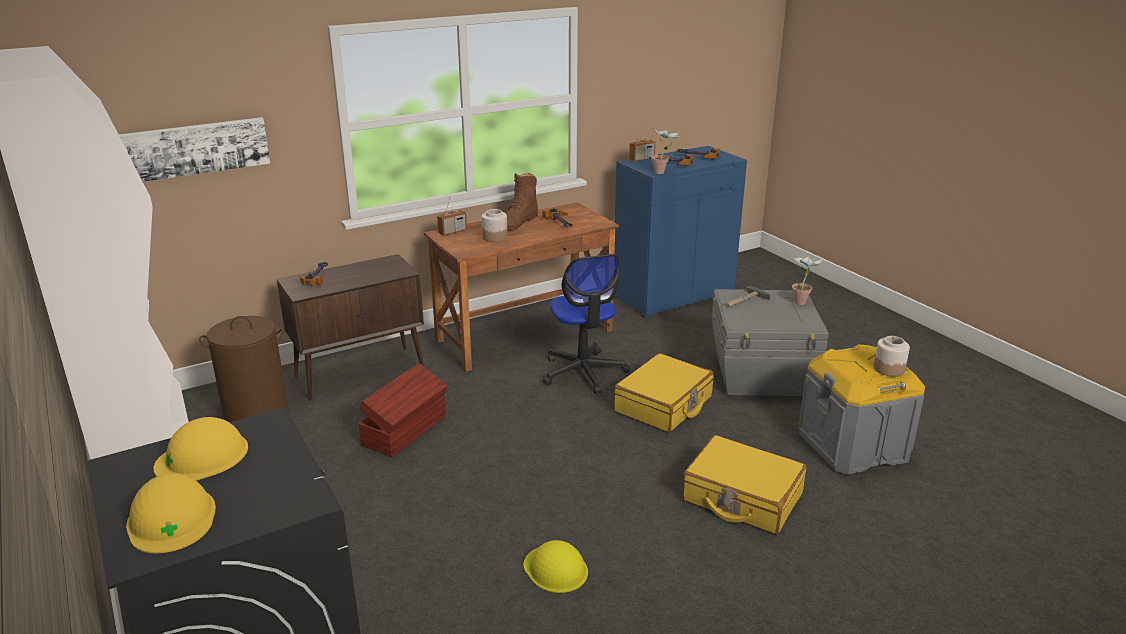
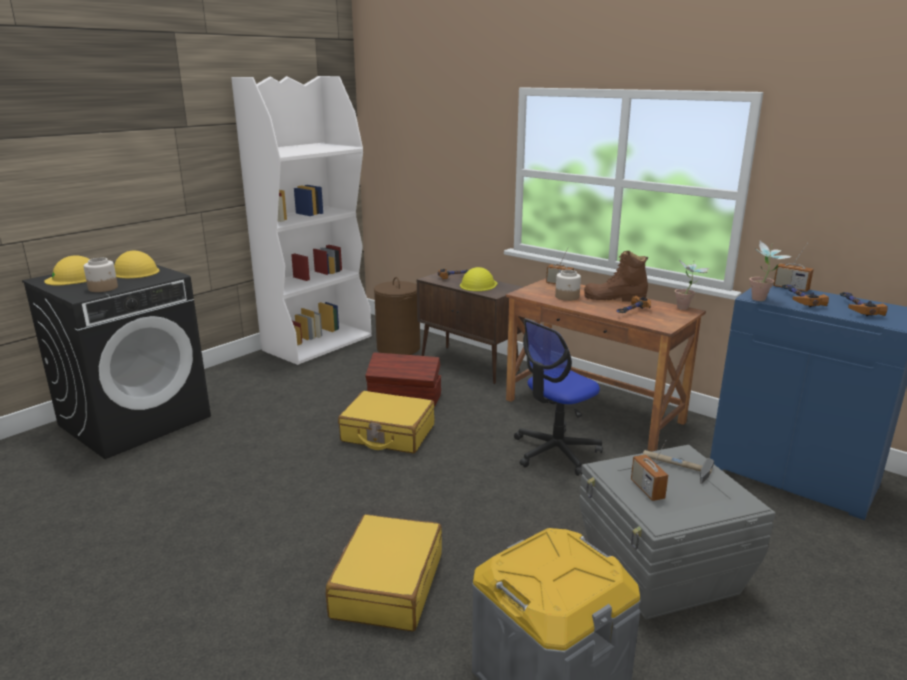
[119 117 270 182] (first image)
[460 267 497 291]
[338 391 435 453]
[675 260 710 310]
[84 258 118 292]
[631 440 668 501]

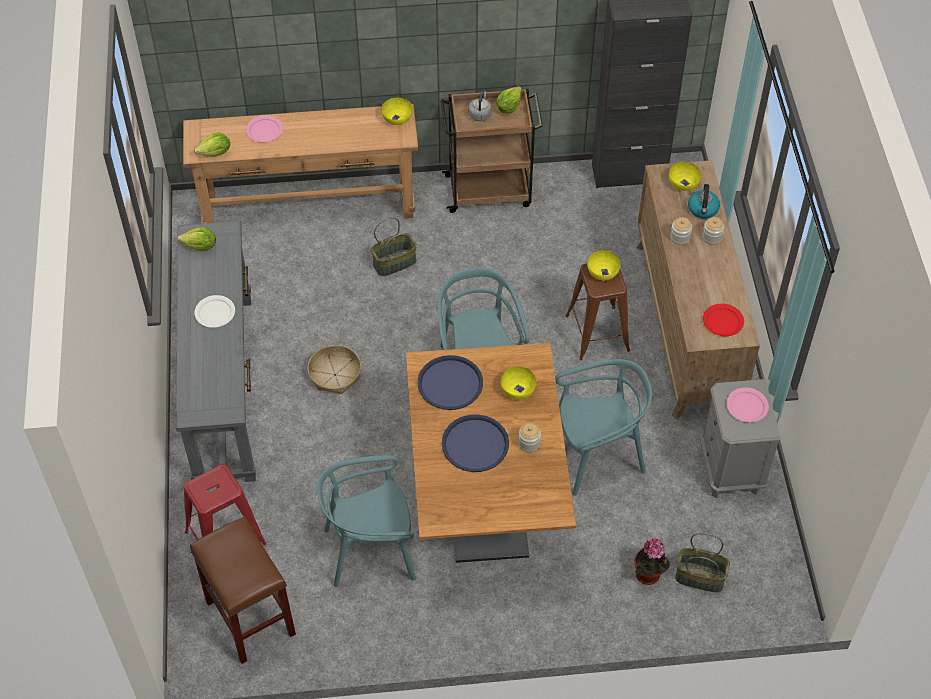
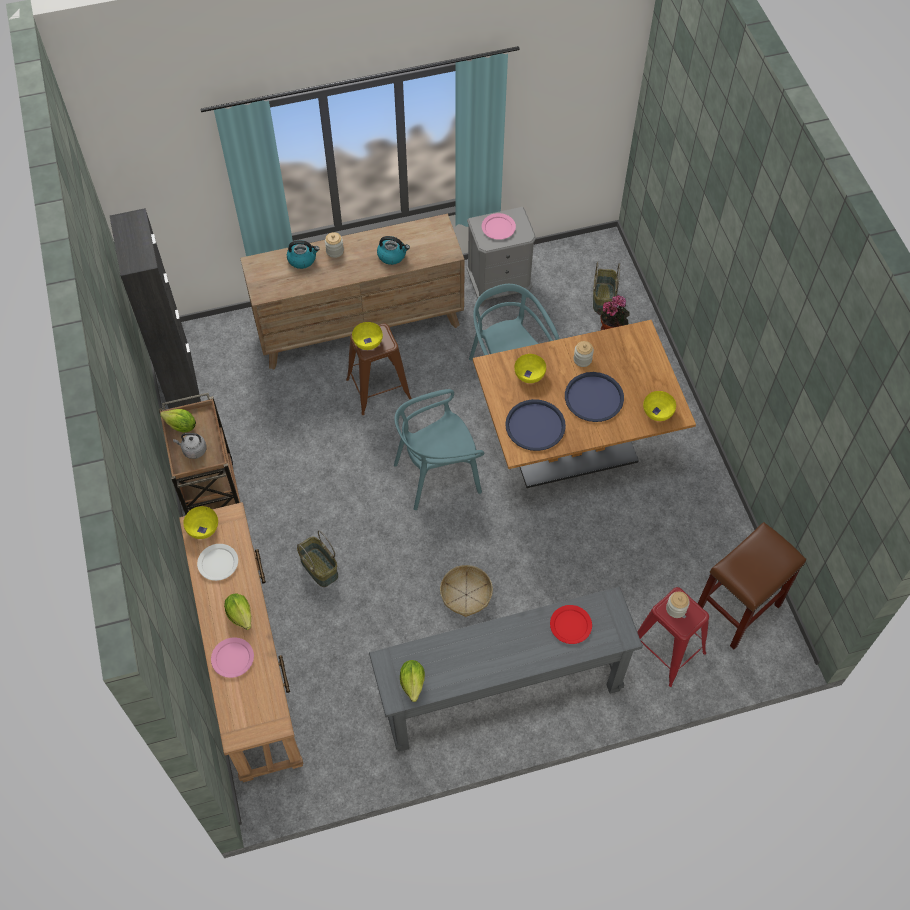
[224 593 251 630]
[197 544 238 581]
[317 455 416 587] (first image)
[643 391 676 421]
[666 591 690 618]
[550 605 592 644]
[377 236 410 265]

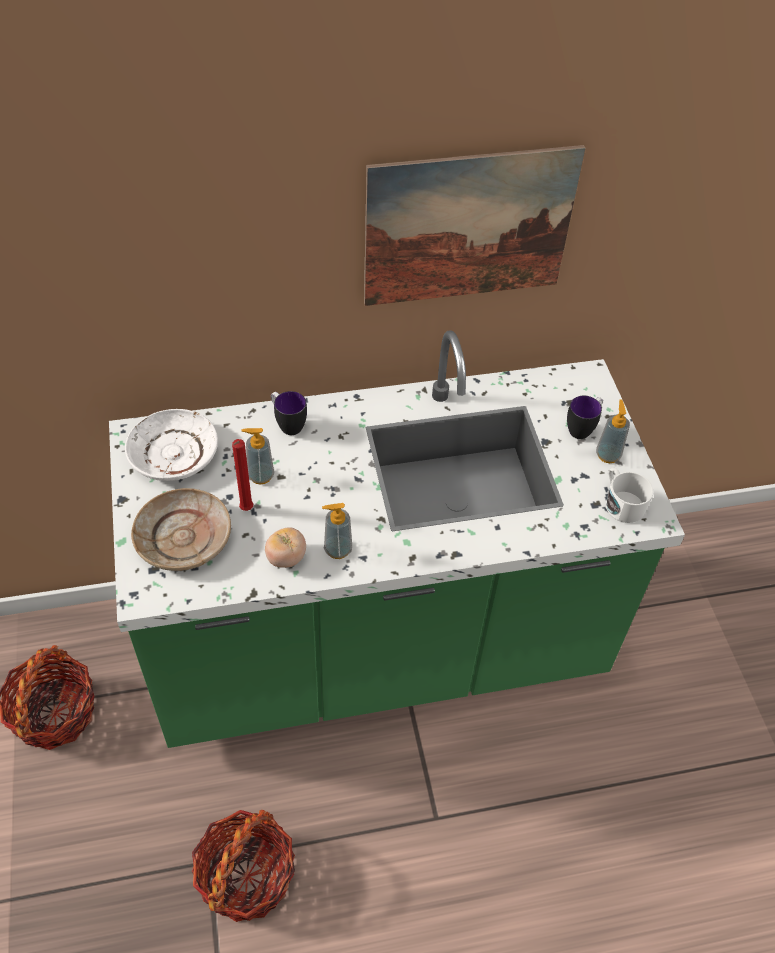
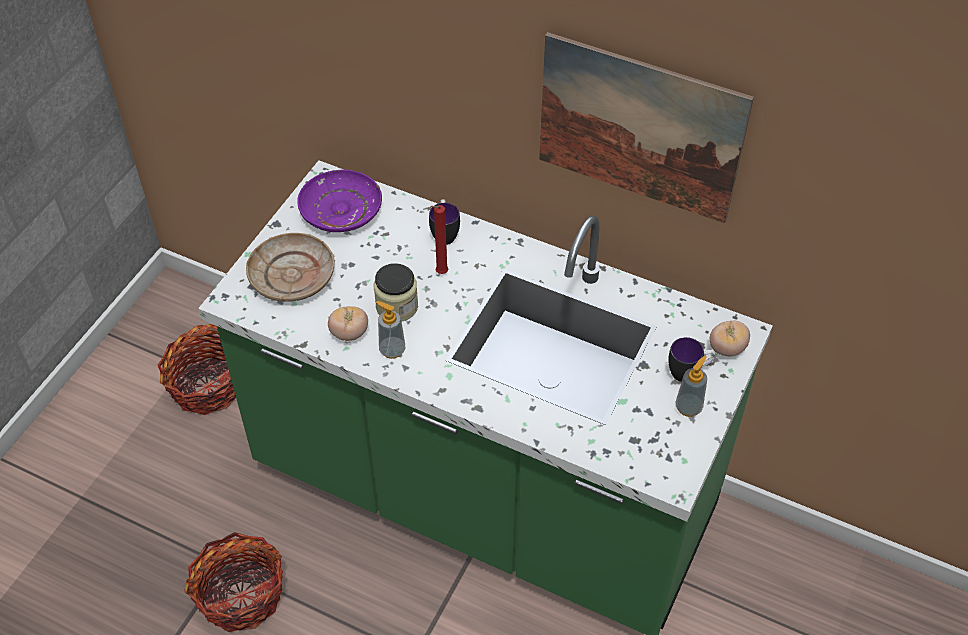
[297 170 382 232]
[430 205 448 274]
[242 428 274 485] (first image)
[606 468 654 523] (first image)
[374 263 418 322]
[710 321 750 356]

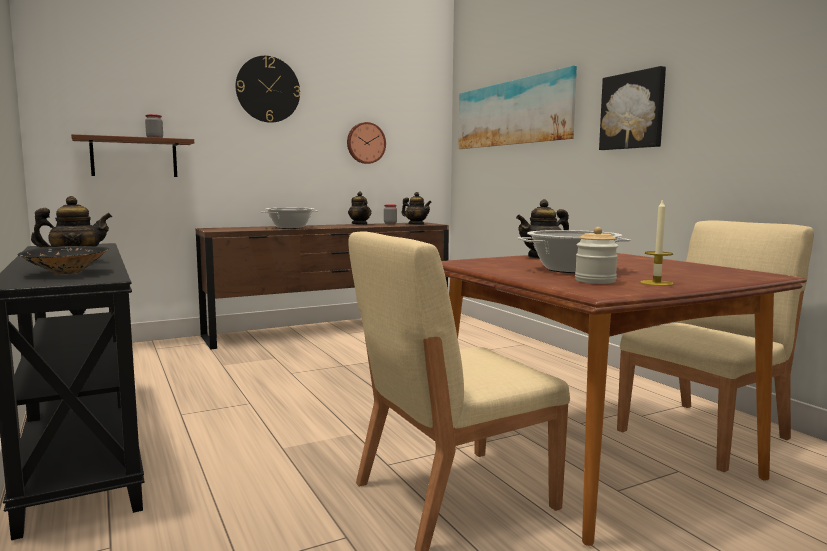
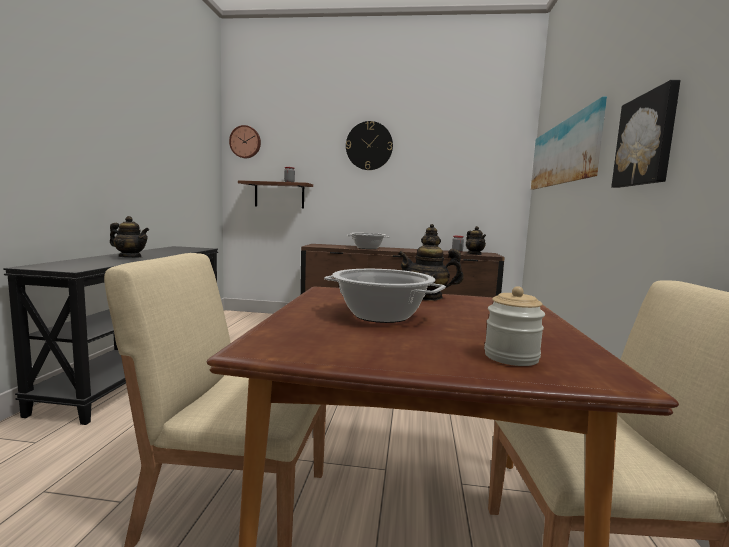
[17 246 109 274] (first image)
[229 125 261 158]
[484 286 545 366]
[640 198 674 286] (first image)

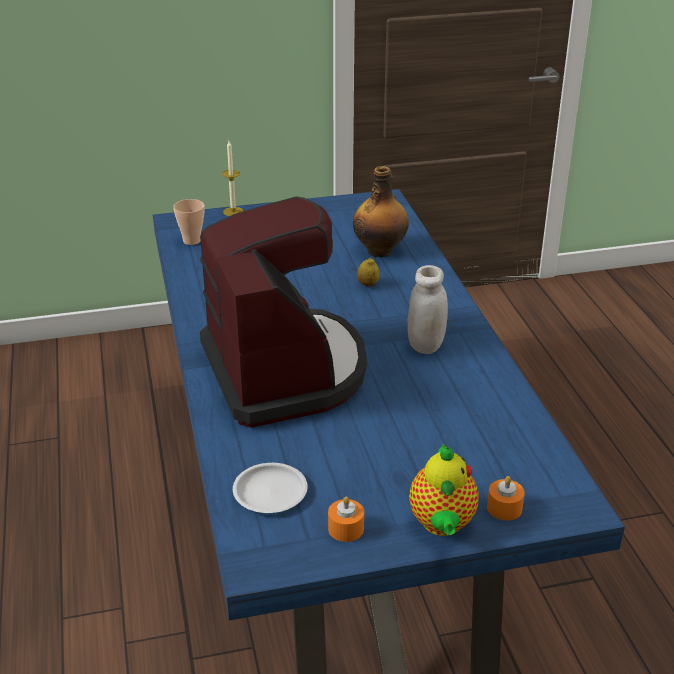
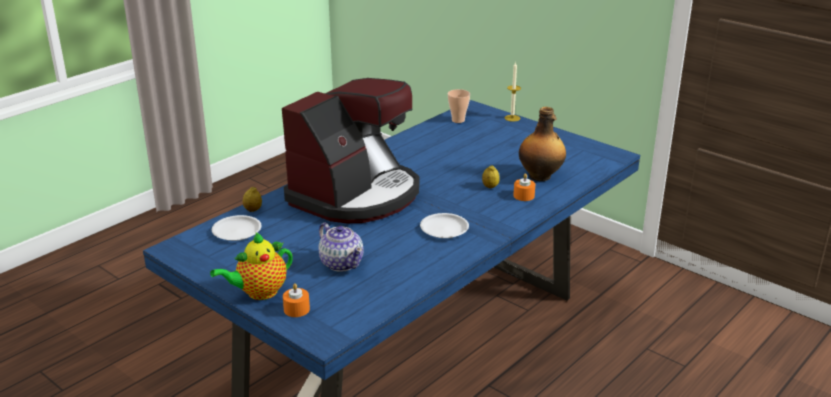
[513 173 535 201]
[420 213 469 238]
[243 187 262 212]
[319 223 363 272]

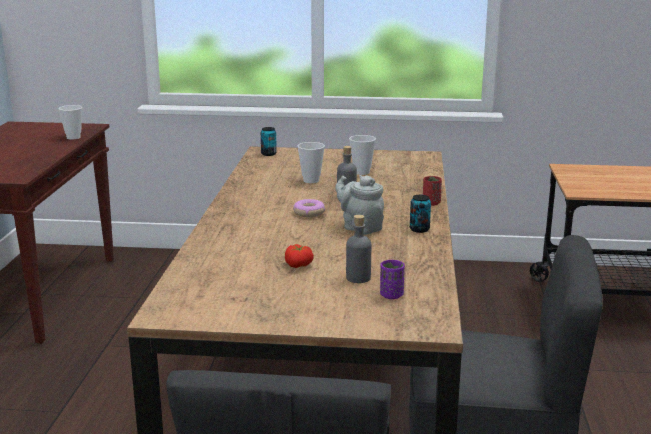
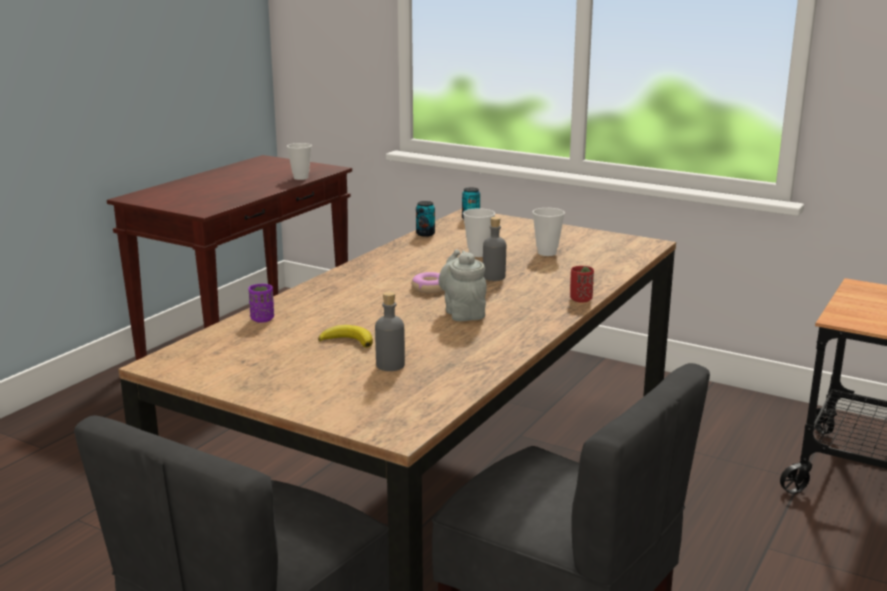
[318 325 373 348]
[249 284 274 323]
[416 201 435 237]

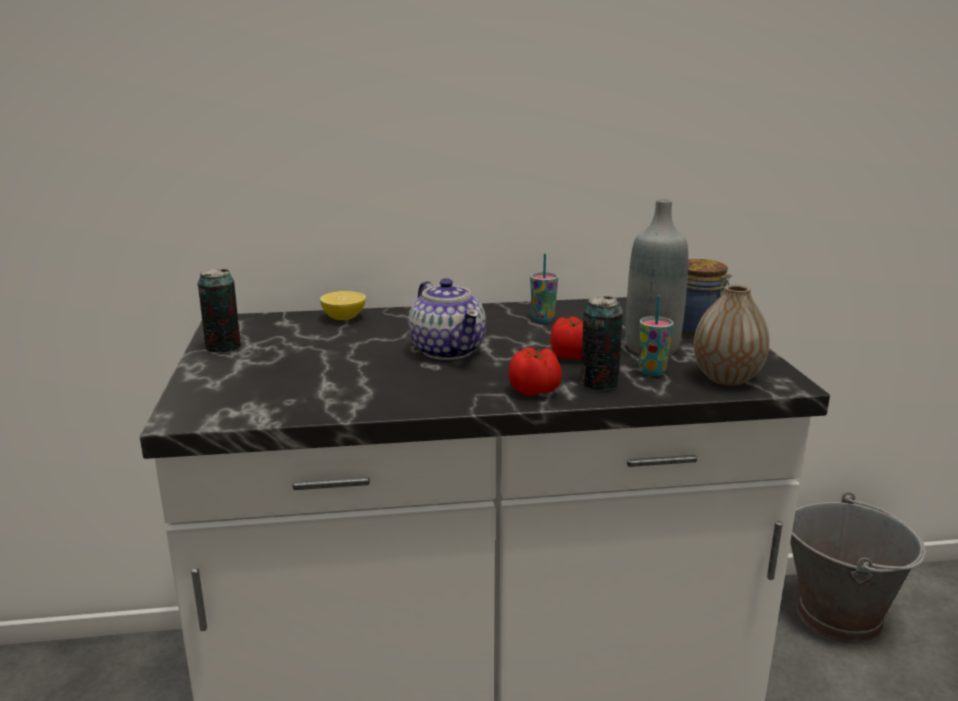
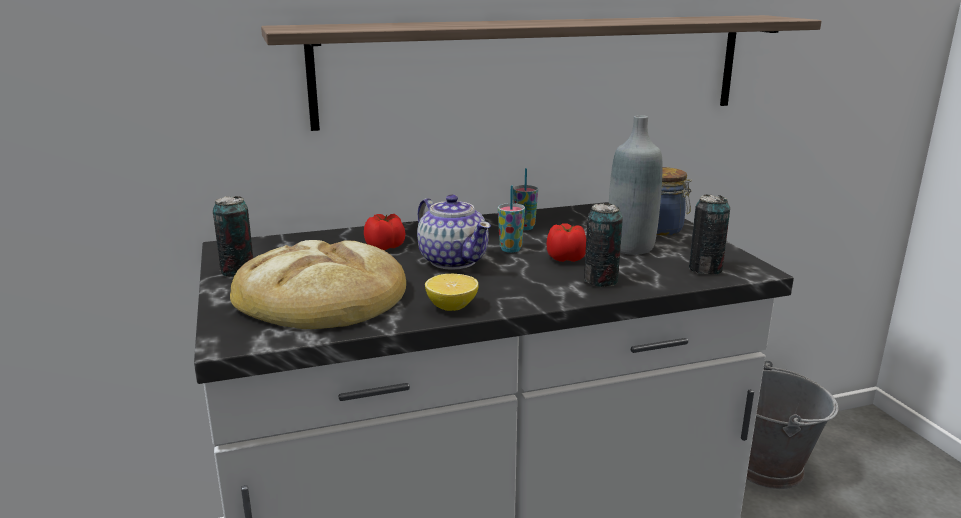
[425 274 479 311]
[364 214 405 250]
[498 186 525 253]
[689 194 730 275]
[230 240 406 329]
[261 15 822 131]

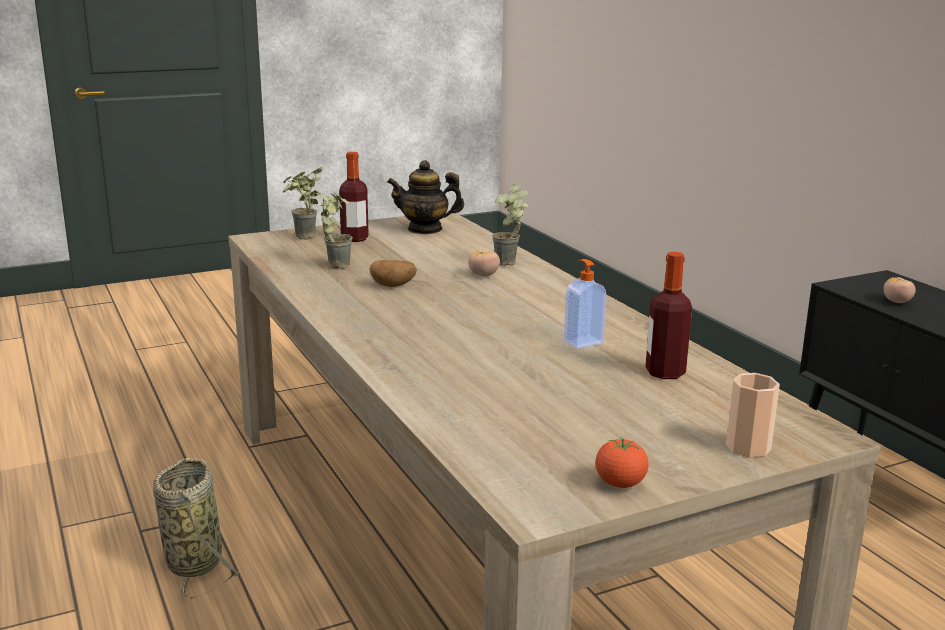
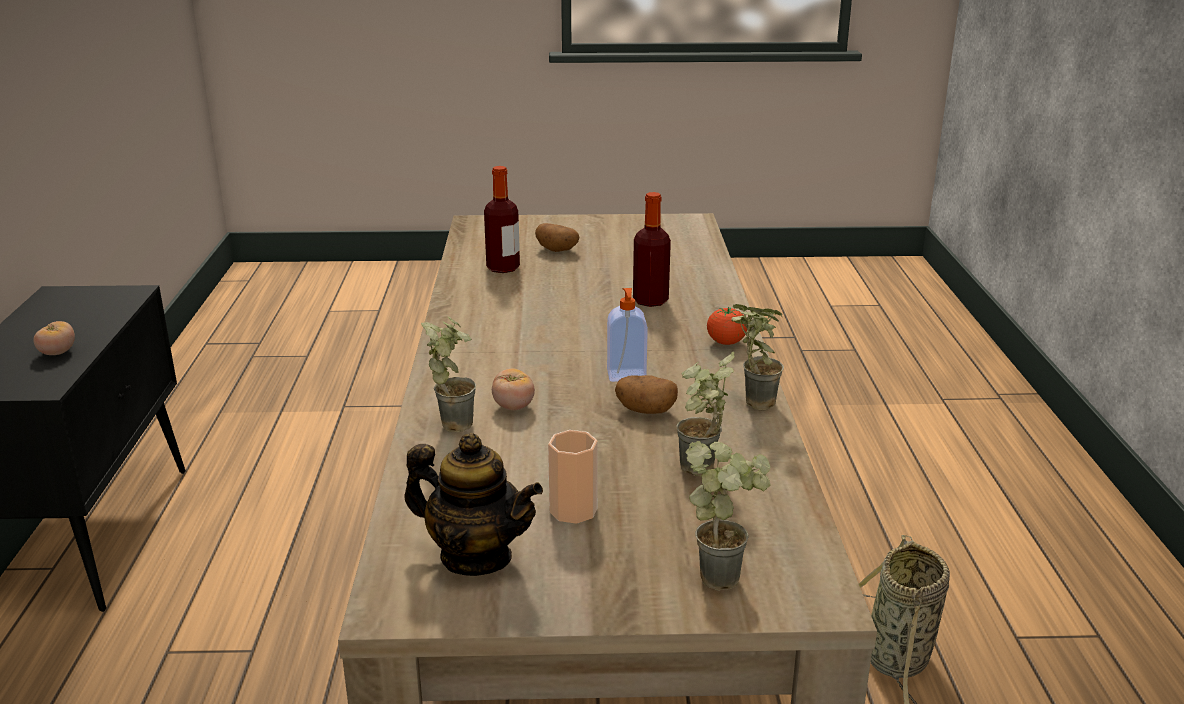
[633 192 671 307]
[607 288 648 382]
[707 307 747 345]
[548 430 598 524]
[535 223 579 252]
[731 304 784 410]

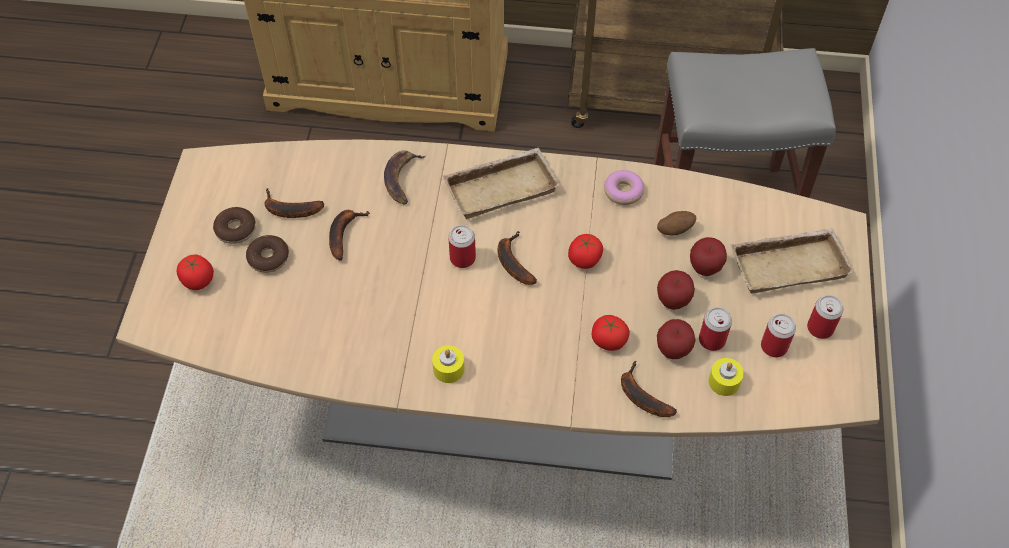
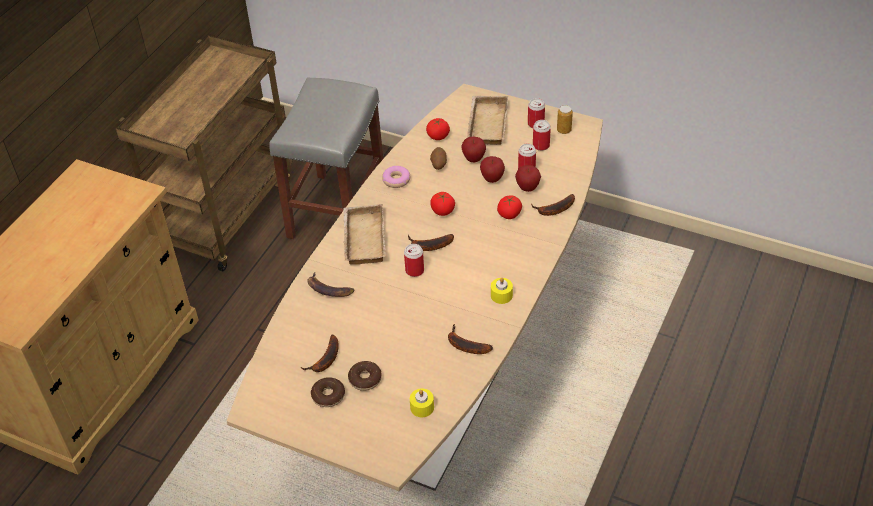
[426 118 450 140]
[448 324 493 354]
[410 388 434 417]
[557 105 573 134]

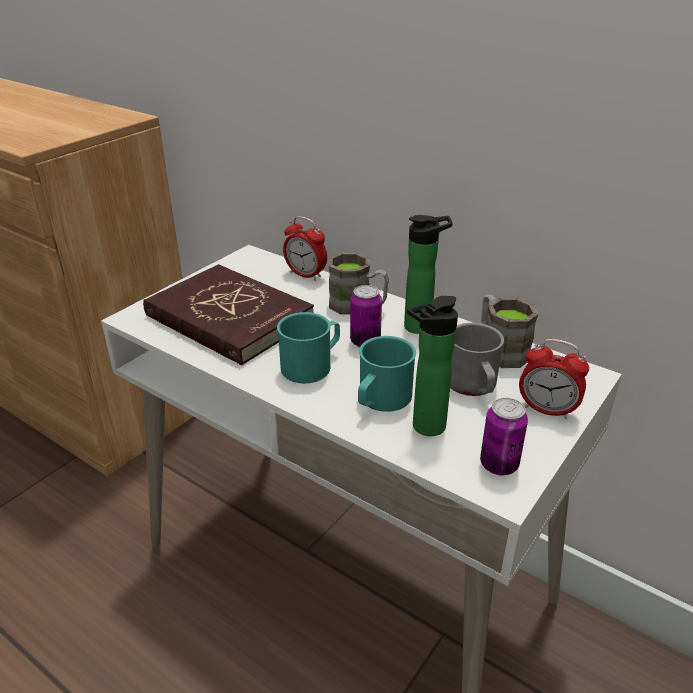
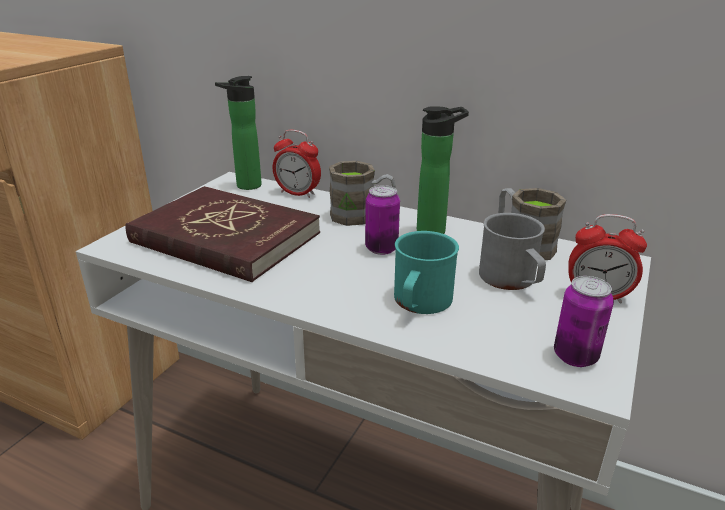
[277 312 340 383] (first image)
[215 76 262 190]

